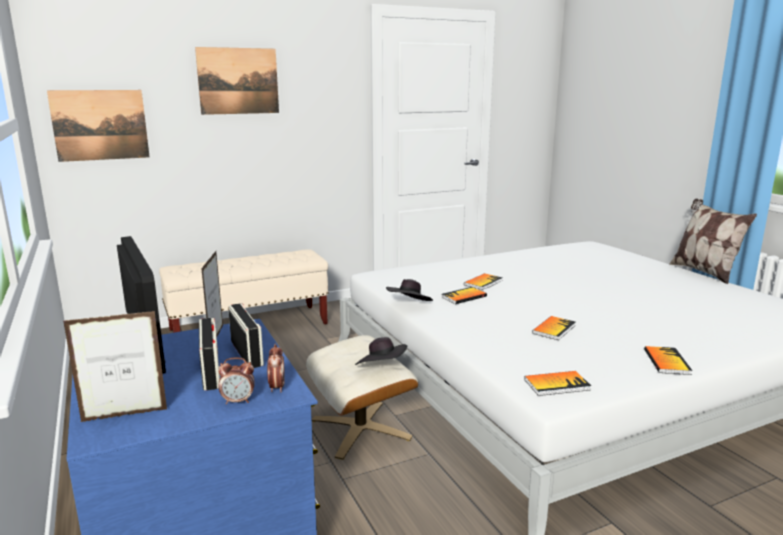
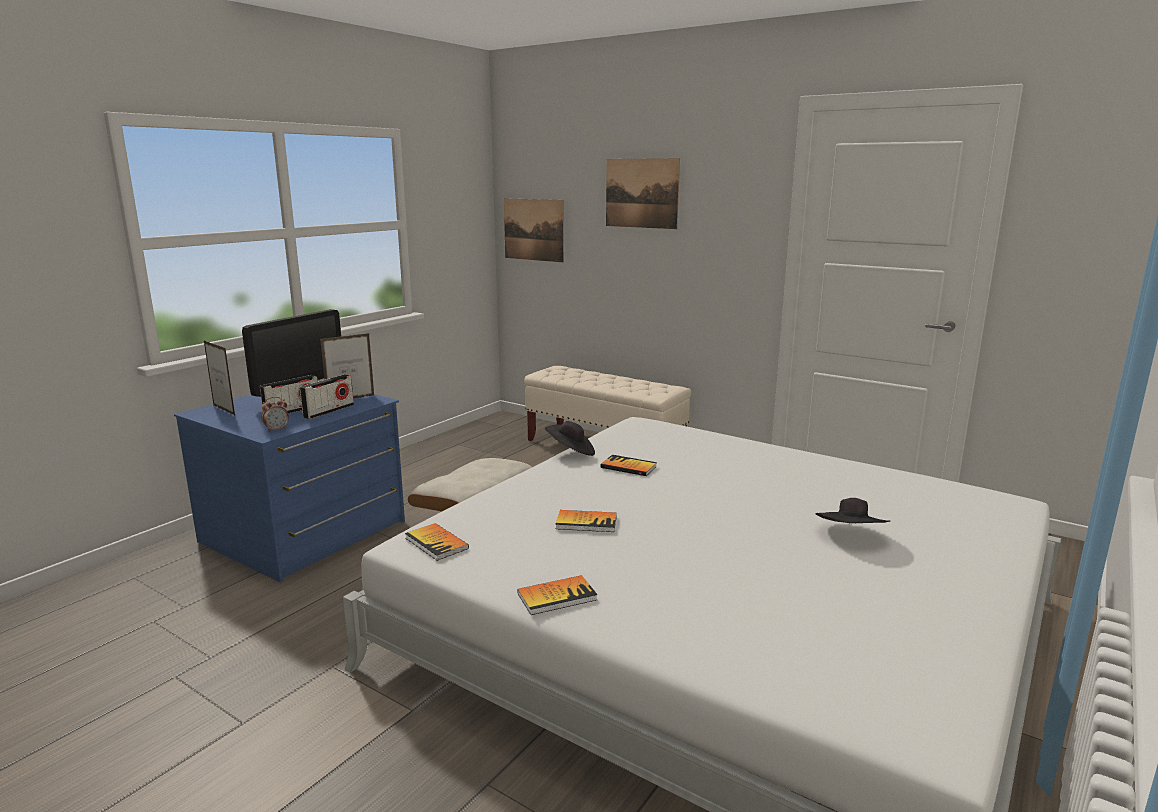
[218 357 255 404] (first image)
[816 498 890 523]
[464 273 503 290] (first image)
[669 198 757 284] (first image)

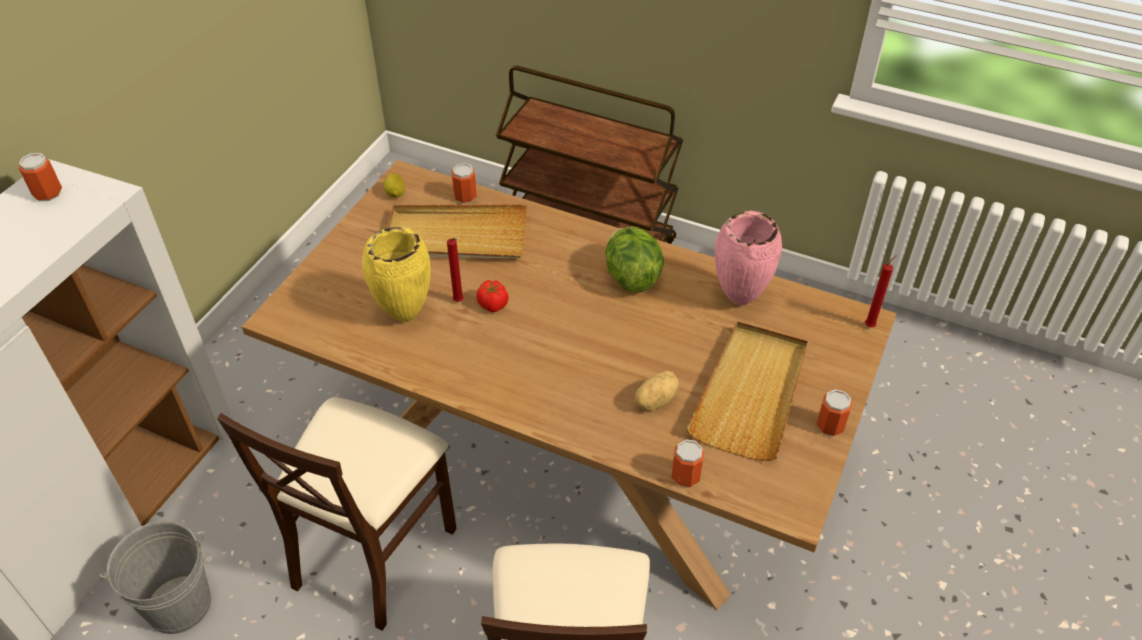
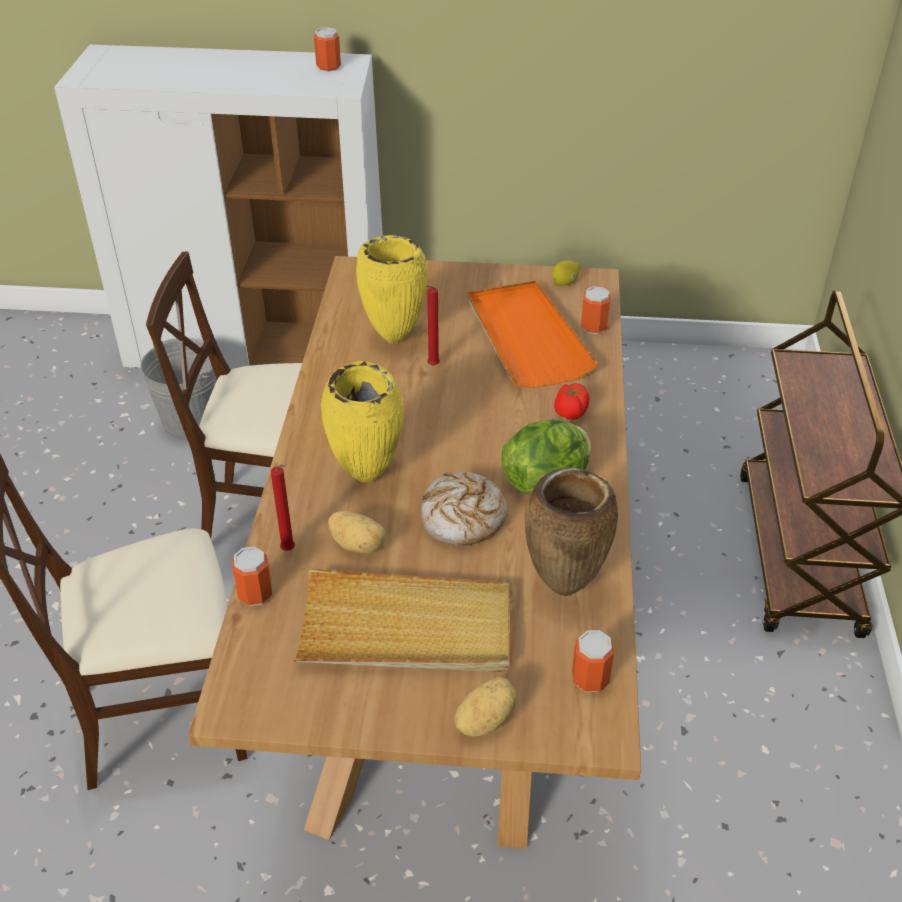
[467 280 599 388]
[554 383 590 420]
[525 467 618 596]
[572 630 614 692]
[271 464 295 551]
[321 361 404 483]
[421 471 507 546]
[454 677 517 737]

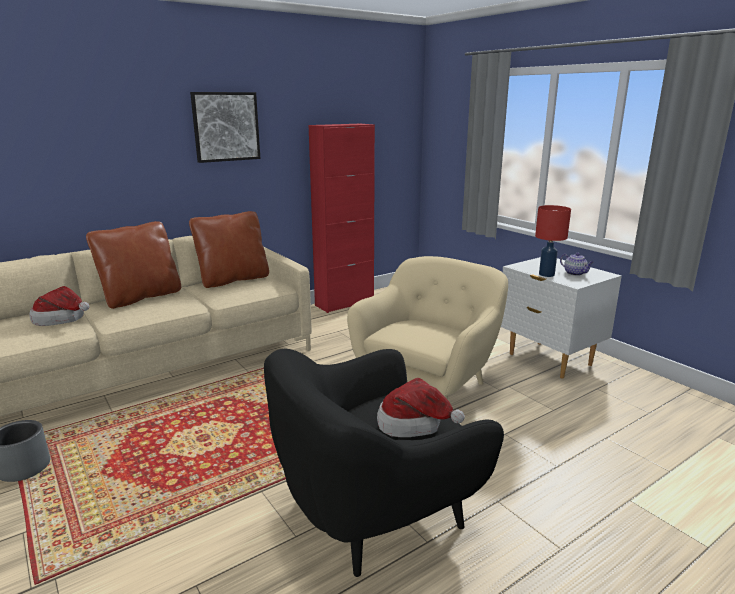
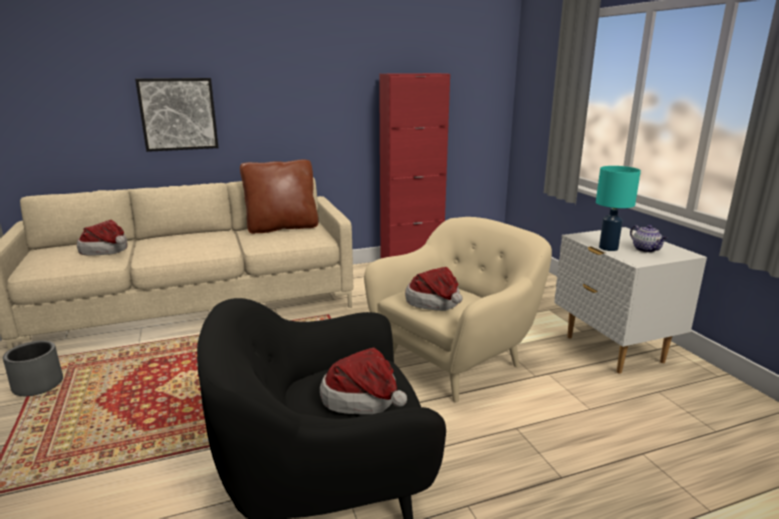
[86 221 181 309] (first image)
[135 78 218 152]
[596 166 641 251]
[405 267 462 311]

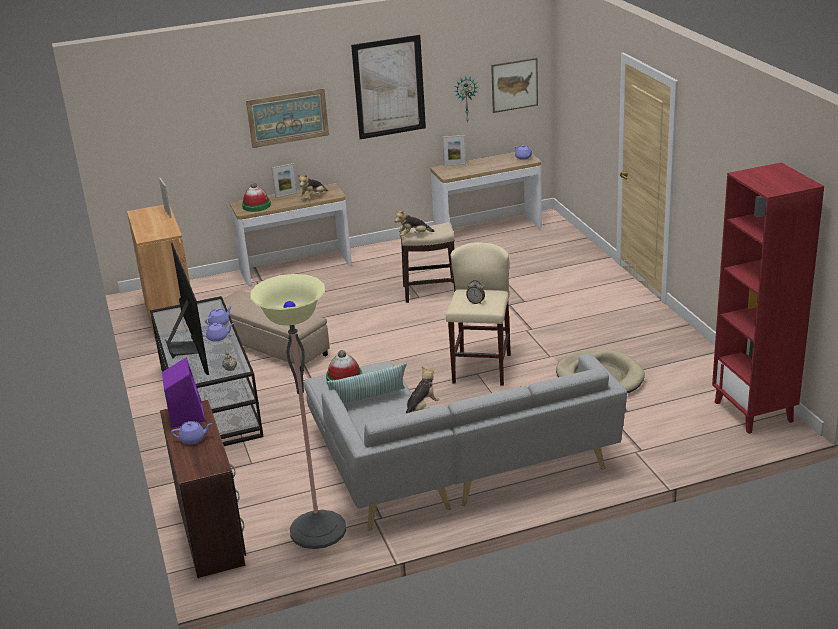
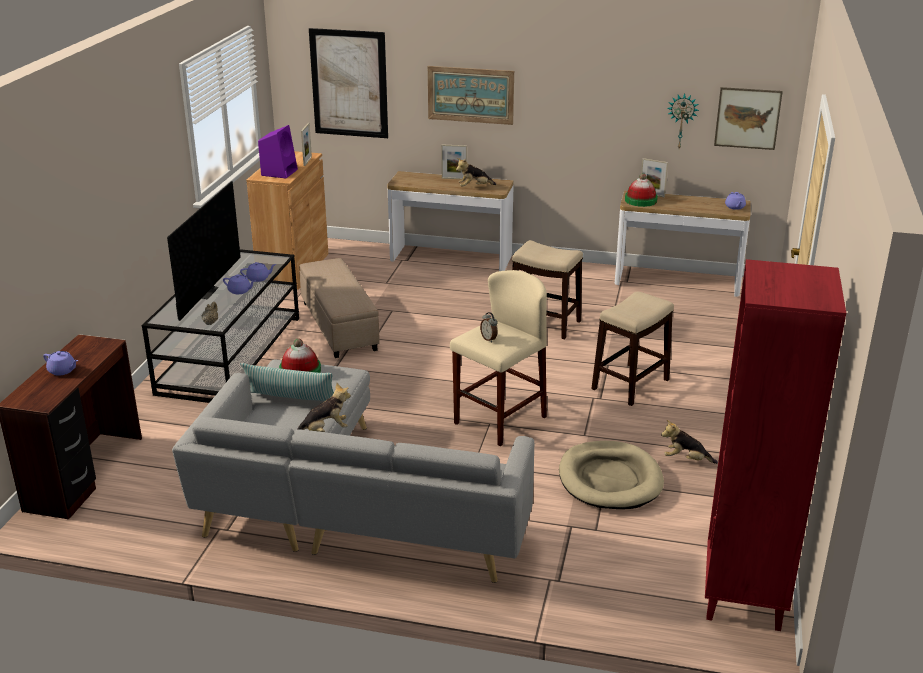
[258 125 298 178]
[625 173 658 207]
[250 274 346 549] (first image)
[309 28 388 138]
[661 420 718 464]
[591 292 674 406]

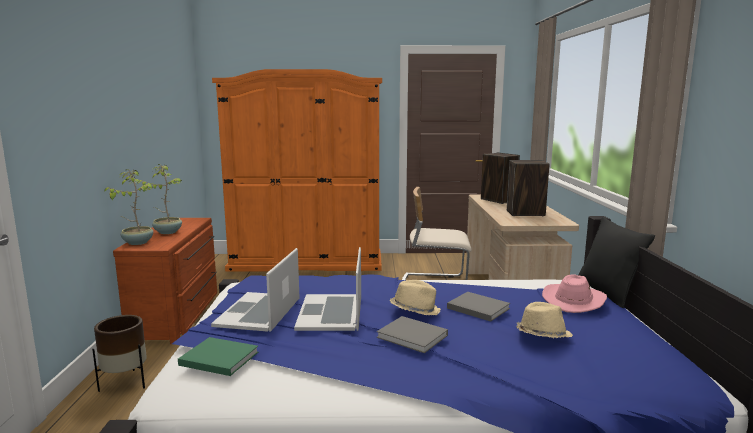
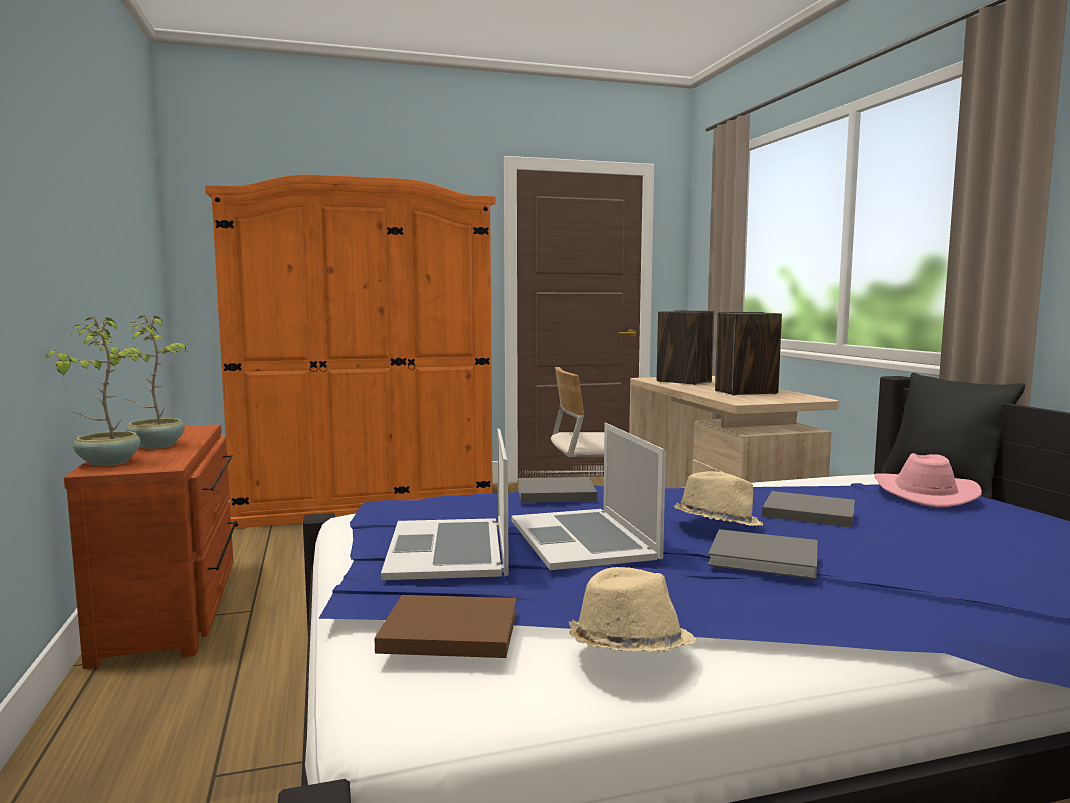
[92 315 147 392] (first image)
[374 595 517 658]
[569 567 696 653]
[518 477 597 503]

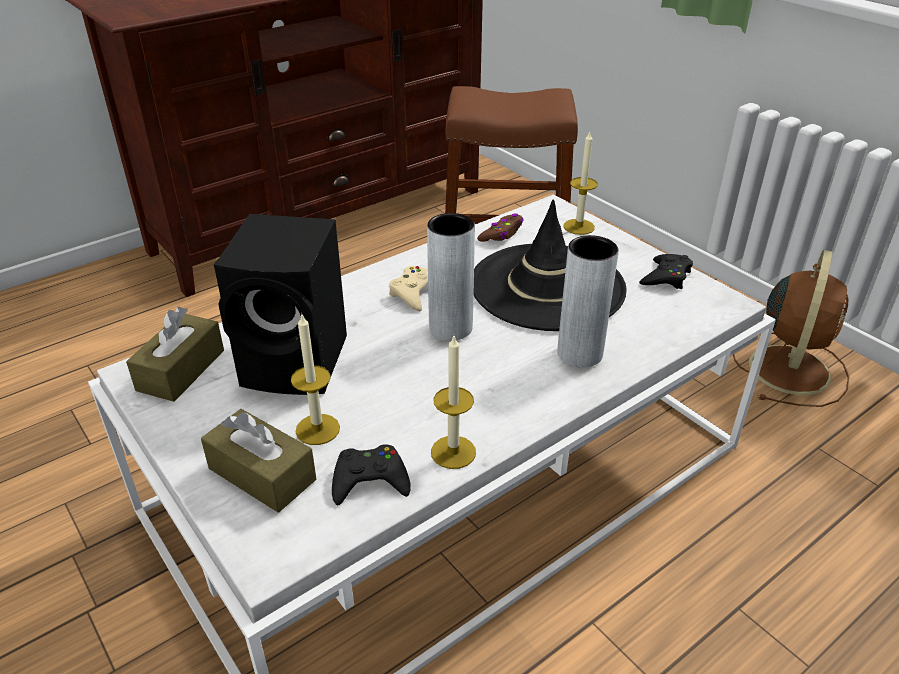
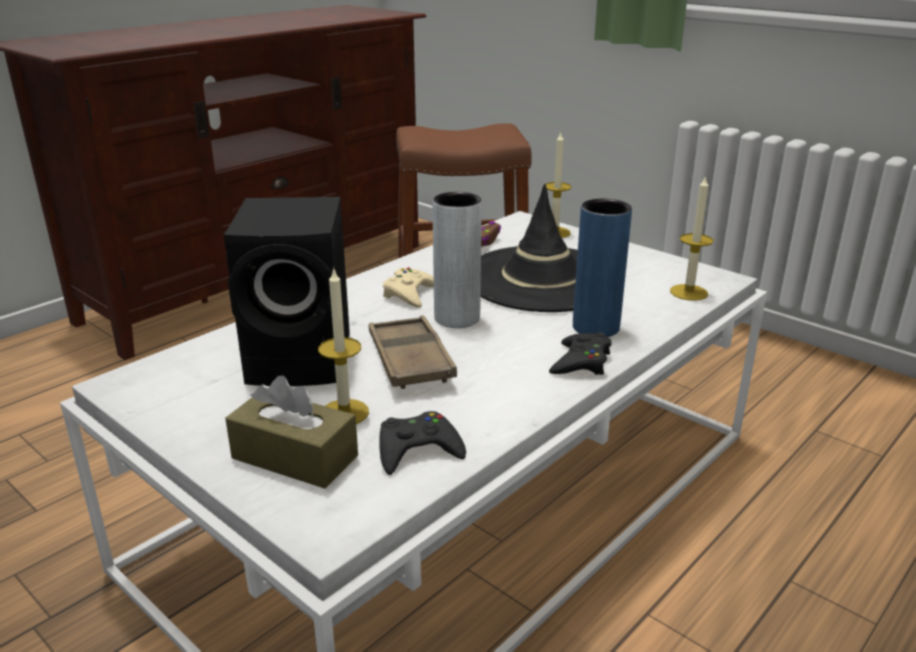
[126 307 224 402] (first image)
[670 175 713 301]
[573 199 632 337]
[549 332 612 375]
[733 250 849 407] (first image)
[369 316 457 389]

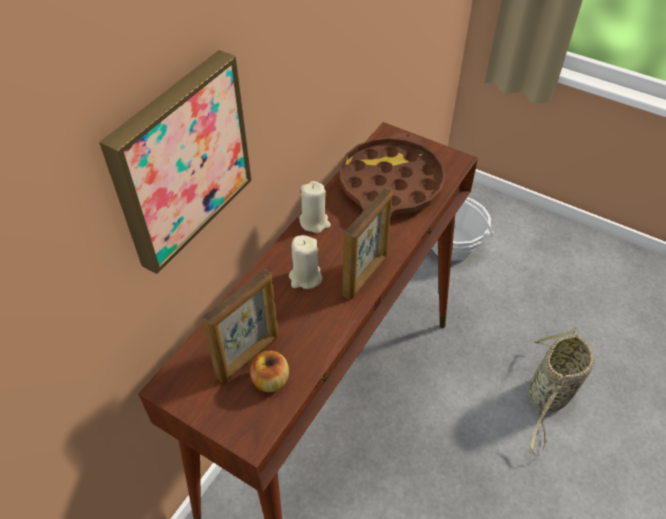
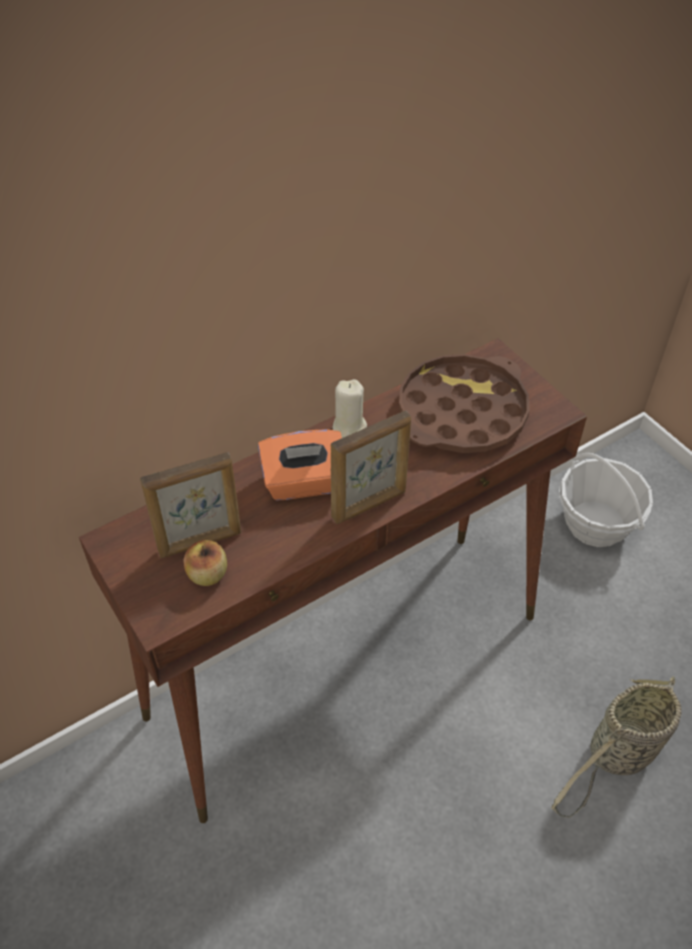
[99 50 252 274] (first image)
[258 429 342 501]

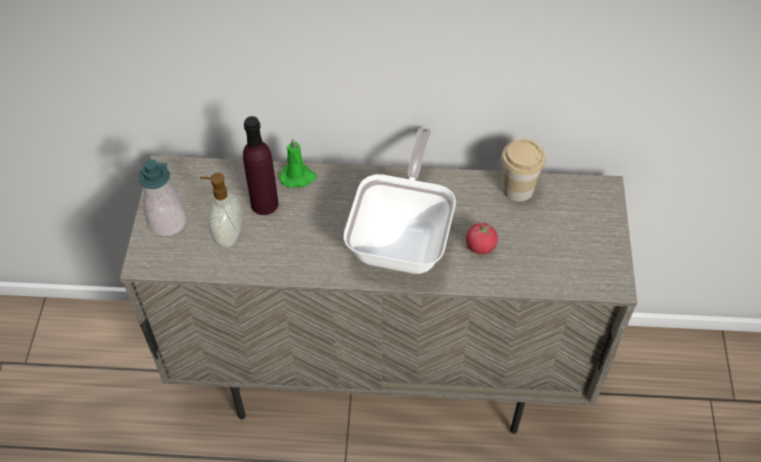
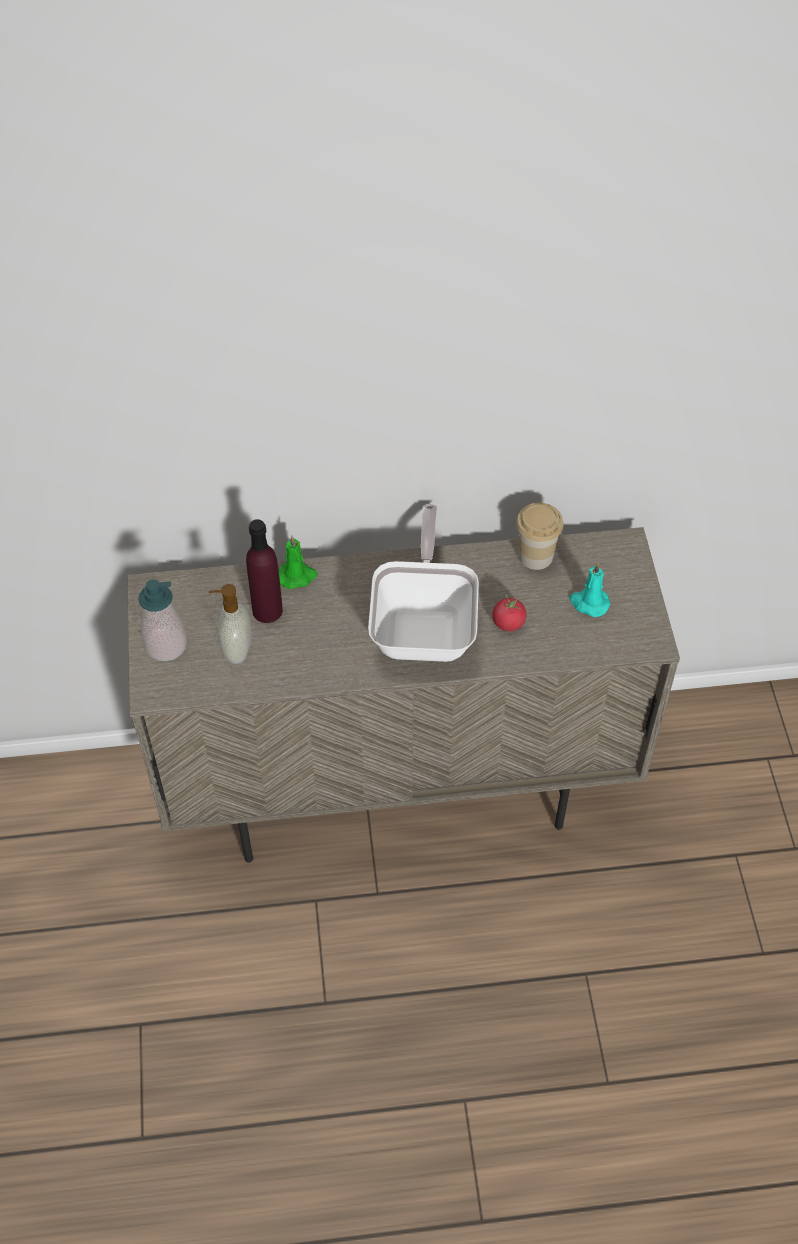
[570 563 610 617]

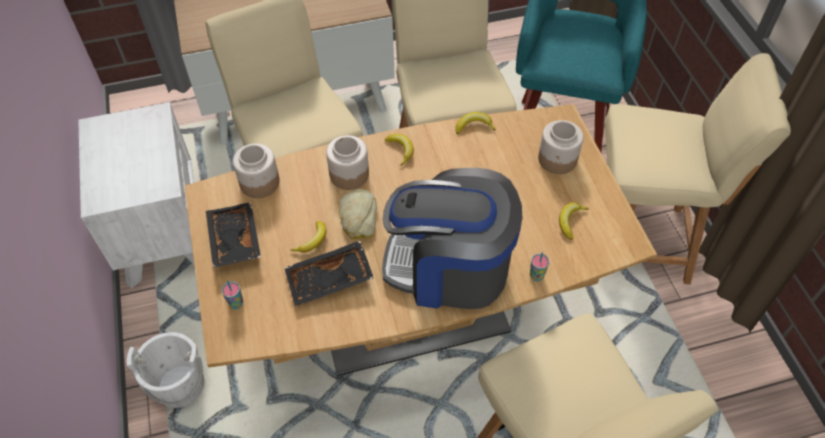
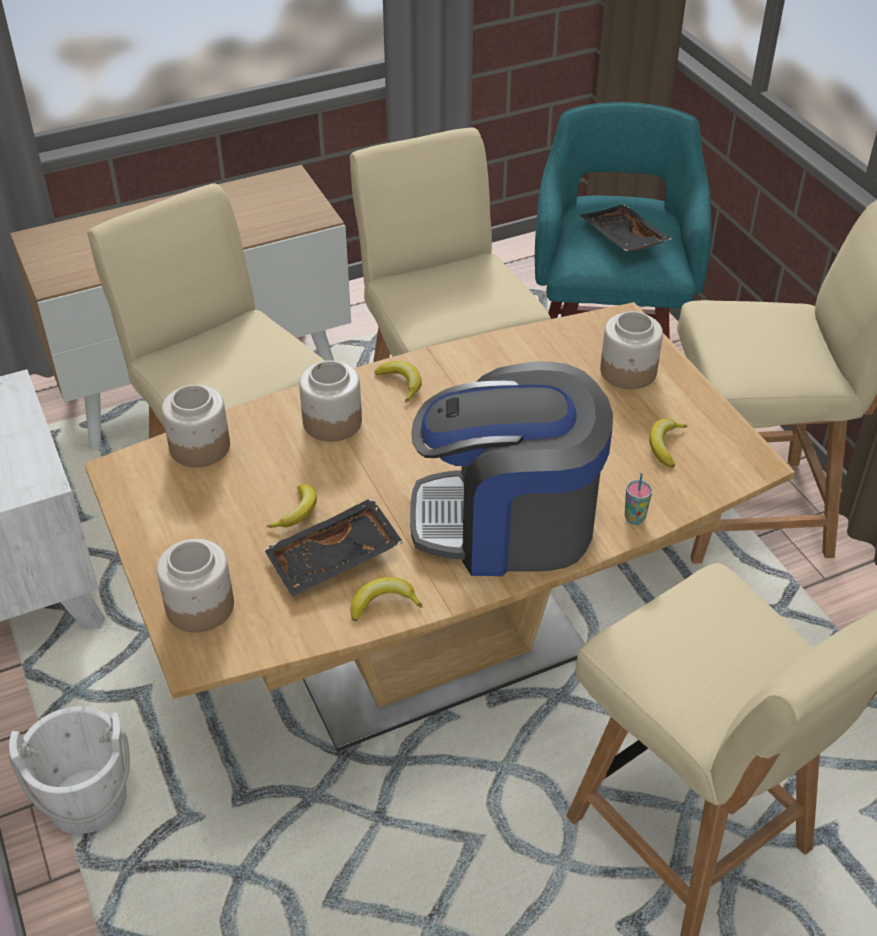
[580 204 672 252]
[156 539 234 633]
[339 189 377 239] (first image)
[350 577 423 621]

